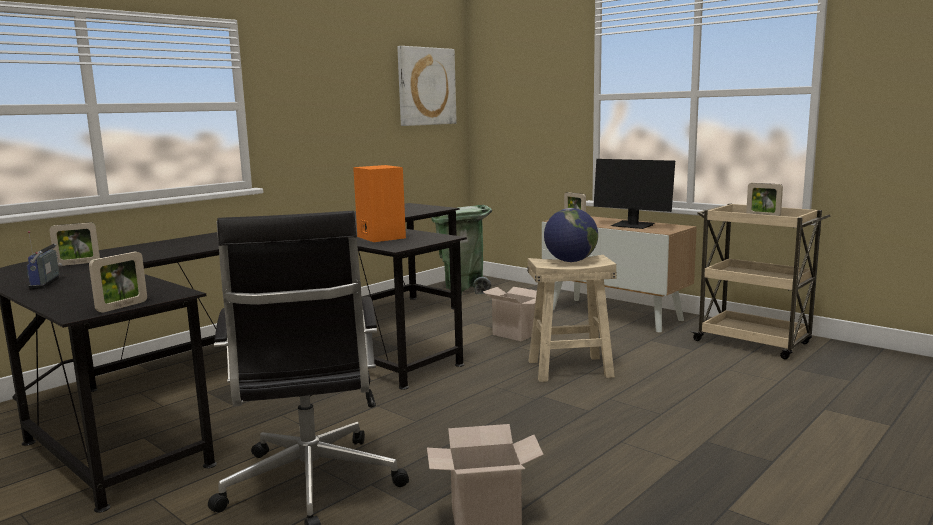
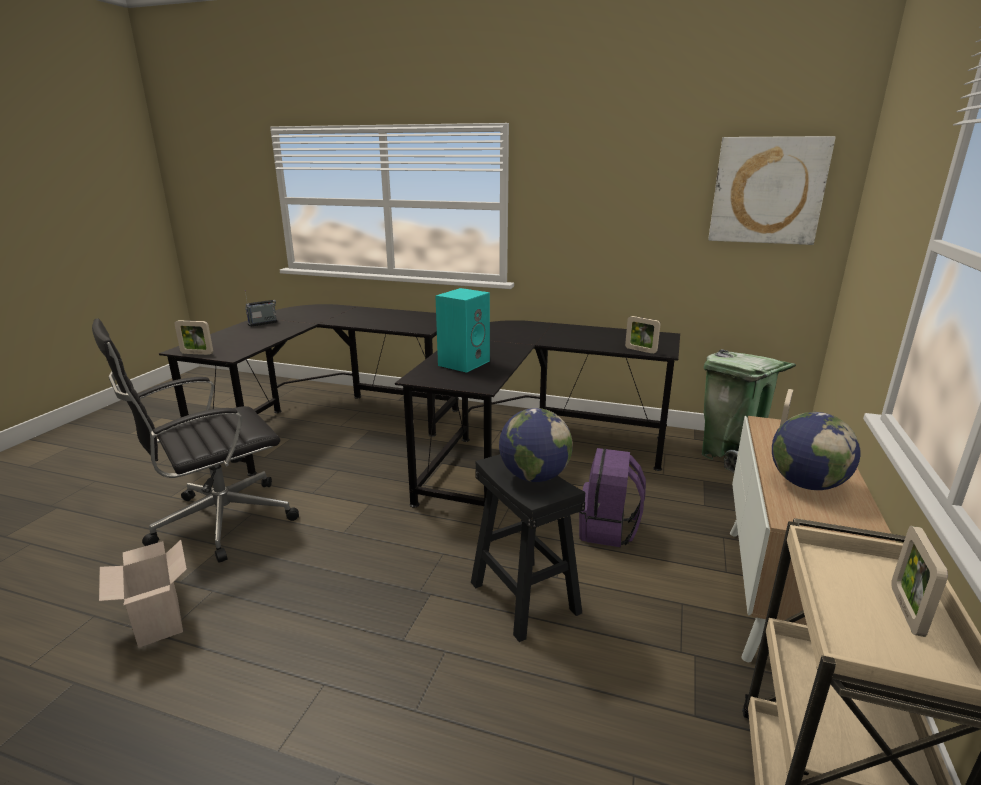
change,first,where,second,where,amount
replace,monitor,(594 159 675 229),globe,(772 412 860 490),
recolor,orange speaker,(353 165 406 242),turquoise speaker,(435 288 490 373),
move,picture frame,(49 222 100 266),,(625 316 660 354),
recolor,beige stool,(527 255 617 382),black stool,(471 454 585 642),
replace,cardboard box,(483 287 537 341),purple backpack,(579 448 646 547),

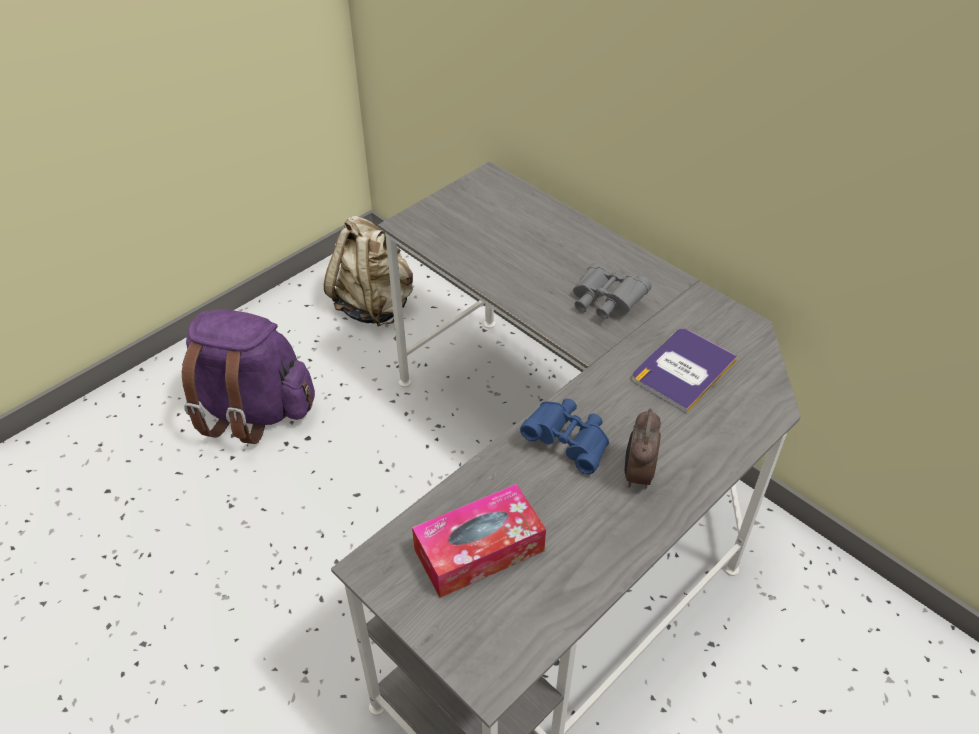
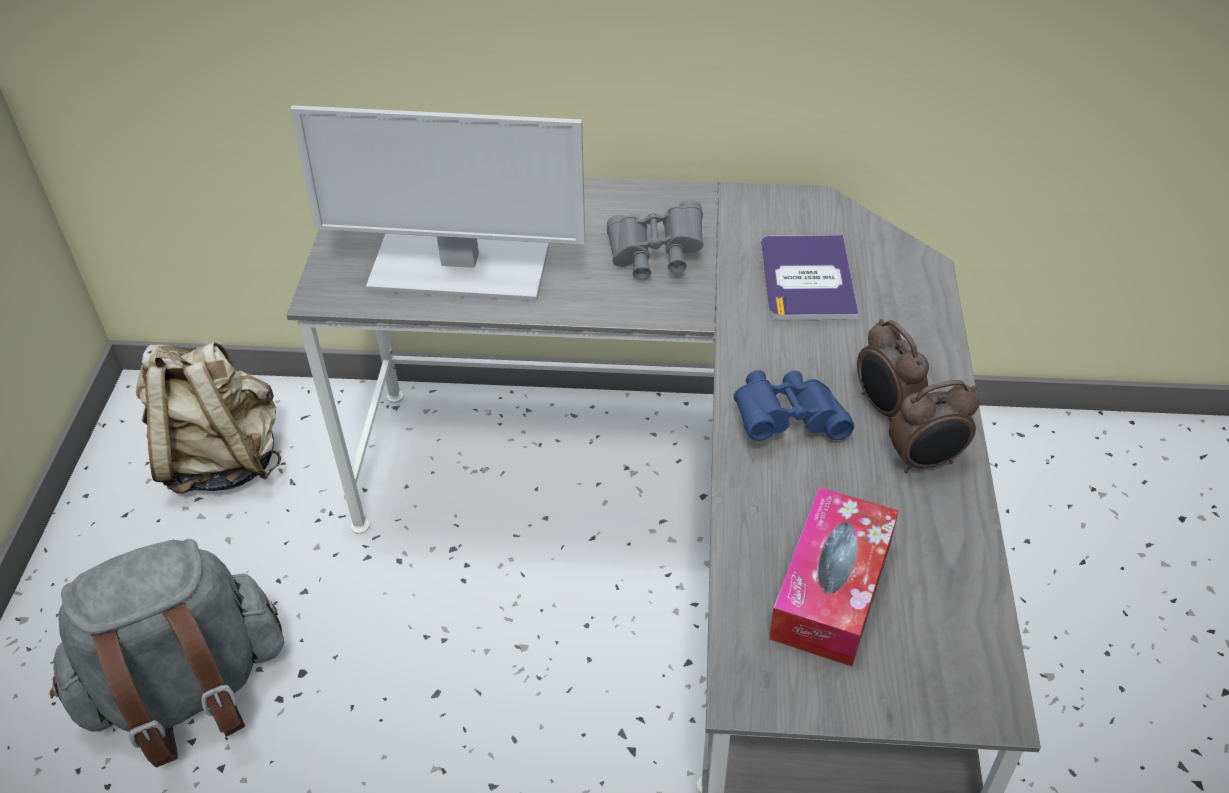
change,first,where,second,where,amount
recolor,purple backpack,(182 309 315 444),grey backpack,(50 539 284 767),
insert,,,monitor,(290 105 585 302),
insert,,,alarm clock,(889 380 980 473),

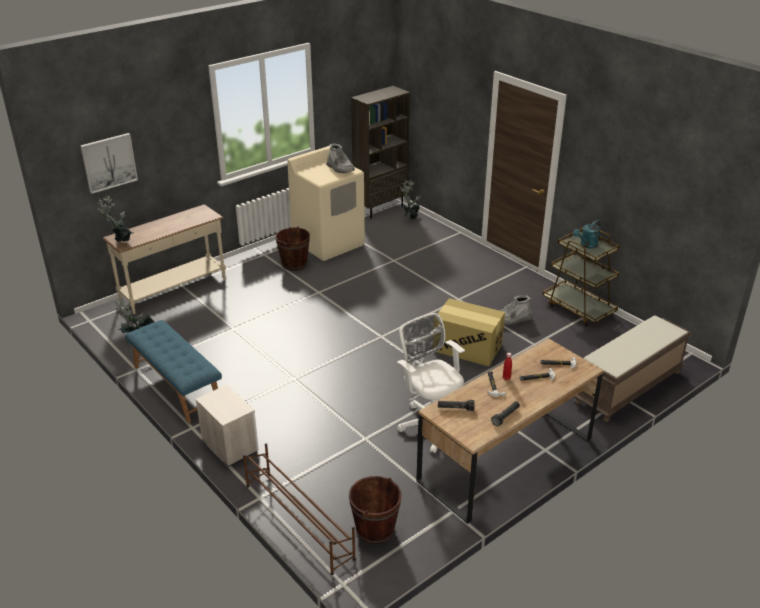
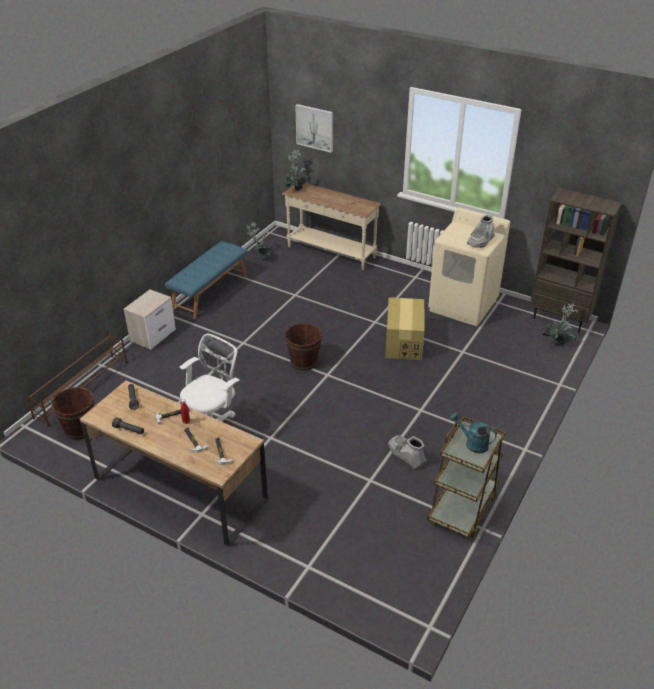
change,first,where,second,where,amount
move,brown bucket,(275 226 310 270),,(285 323 322 371),
move,cardboard box,(436 298 505 366),,(385 297 425 360),
delete,brown bench,(574 315 692 422),,,

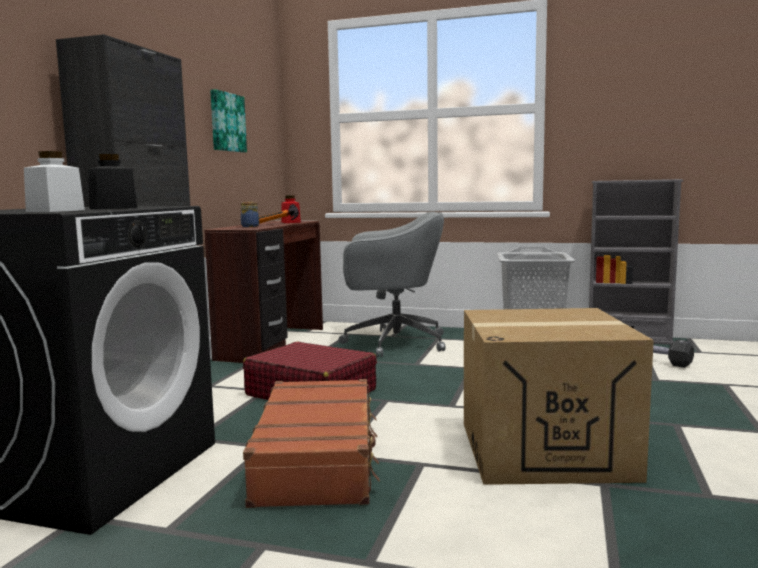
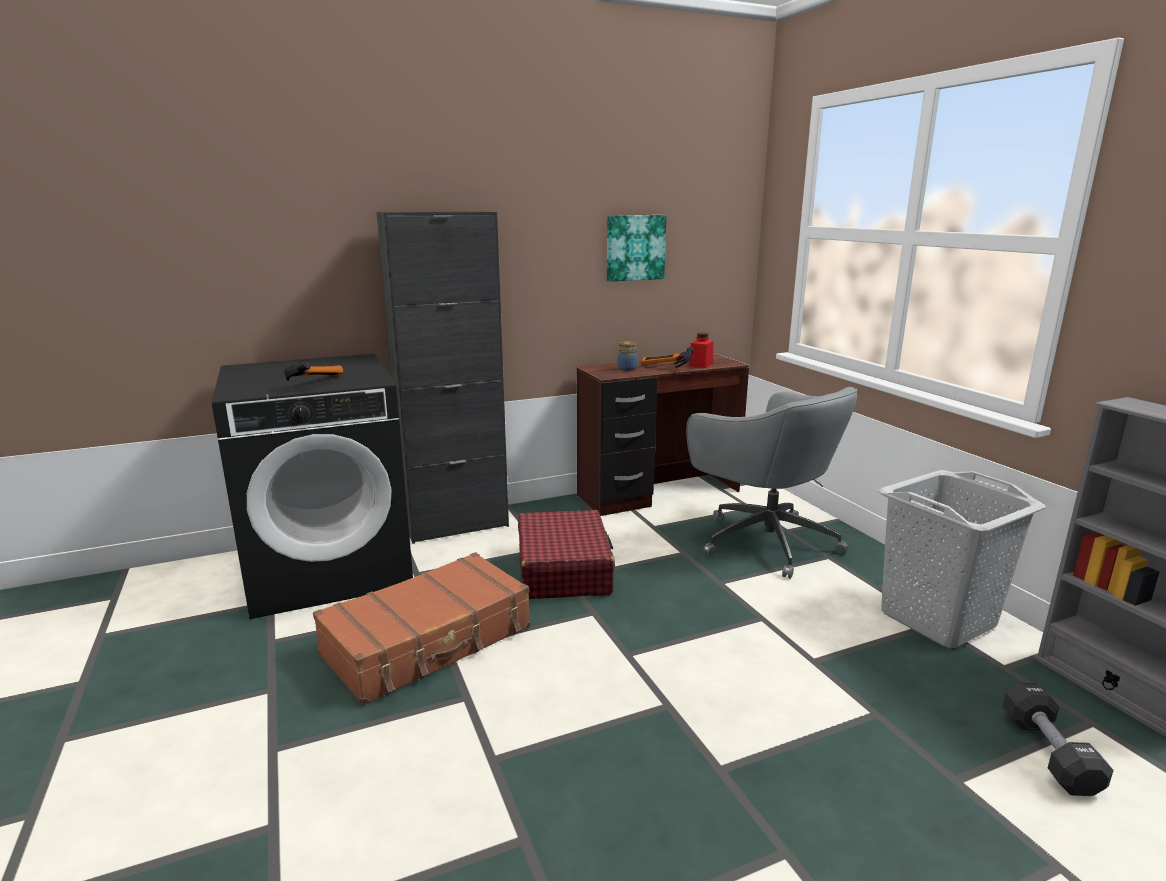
change,first,where,second,where,amount
delete,white jar,(24 151 85 212),,,
replace,black jar,(88 154 137 209),hammer,(284 361 344 381),
delete,cardboard box,(464 308 654 485),,,

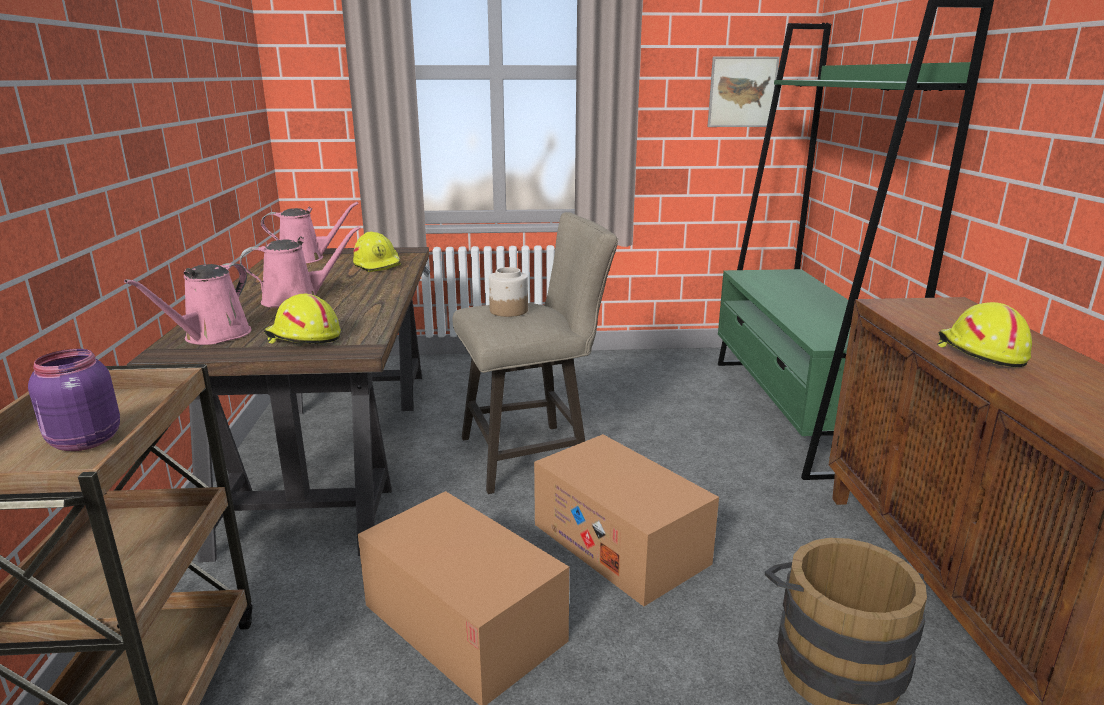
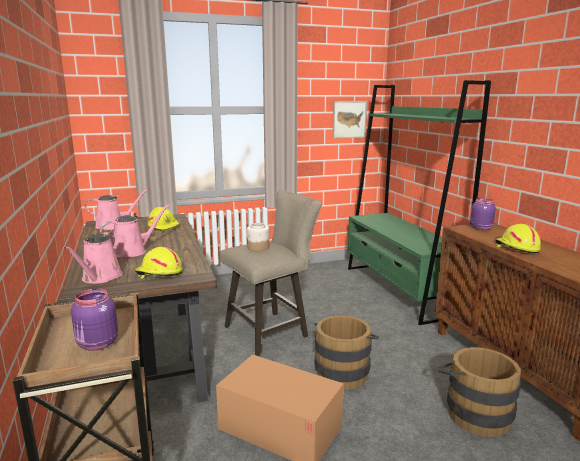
change,first,where,second,where,amount
replace,cardboard box,(534 434 719 607),brown bucket,(314 315 379 390),
insert,,,purple jar,(470 198 496 230),

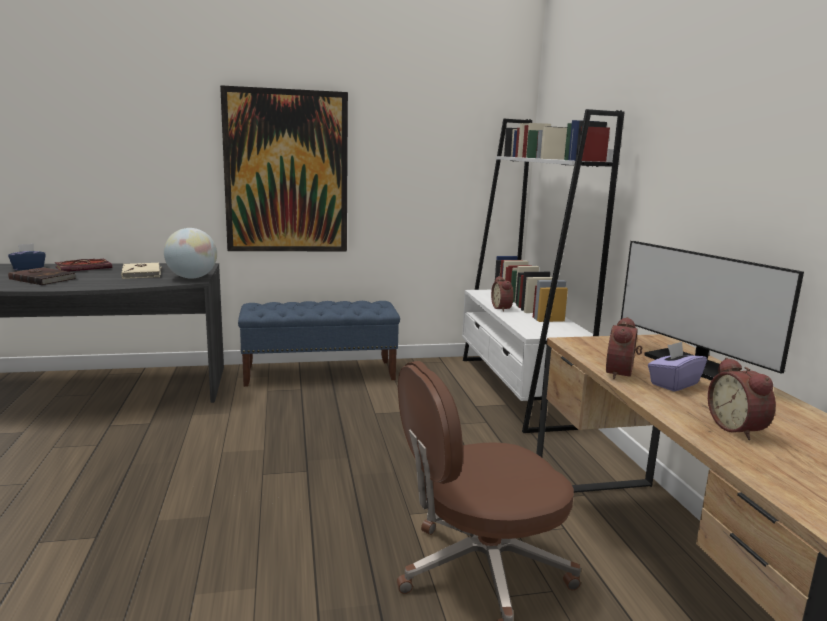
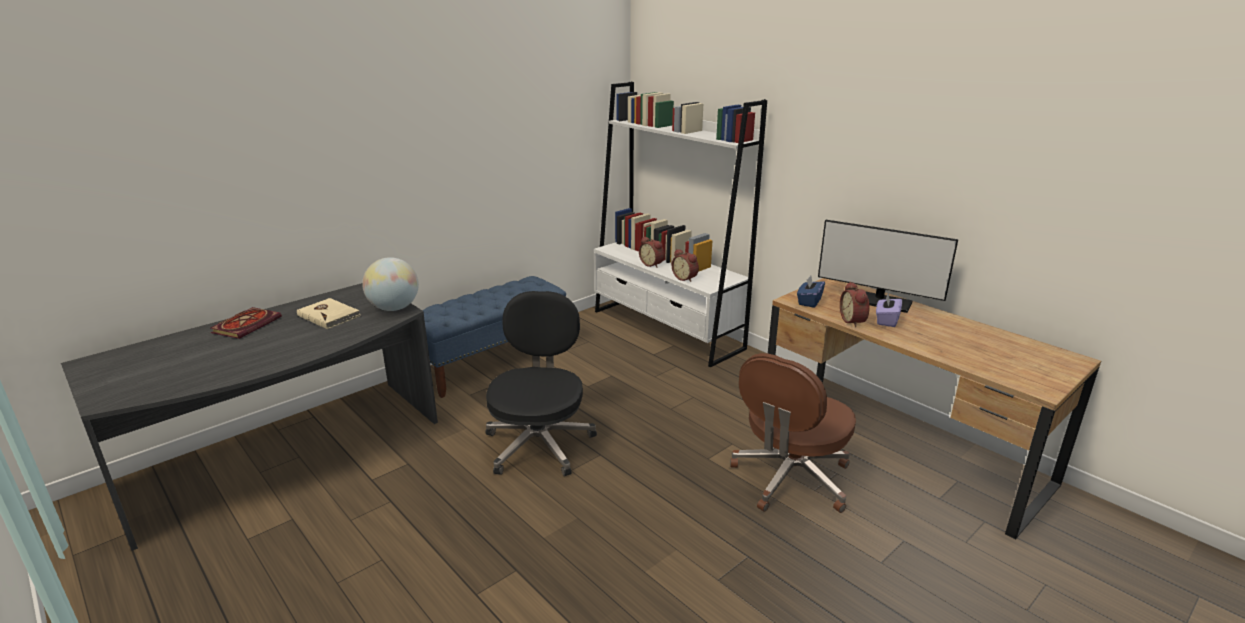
change,first,where,second,where,amount
delete,picture,(220 85 348 251),,,
move,blue tissue box,(8 244 46 270),,(797 276 825 308),
delete,brown book,(8 267 76 285),,,
move,alarm clock,(708 357 776 440),,(672 249 699 282),
insert,,,black office chair,(485 291 597 476),

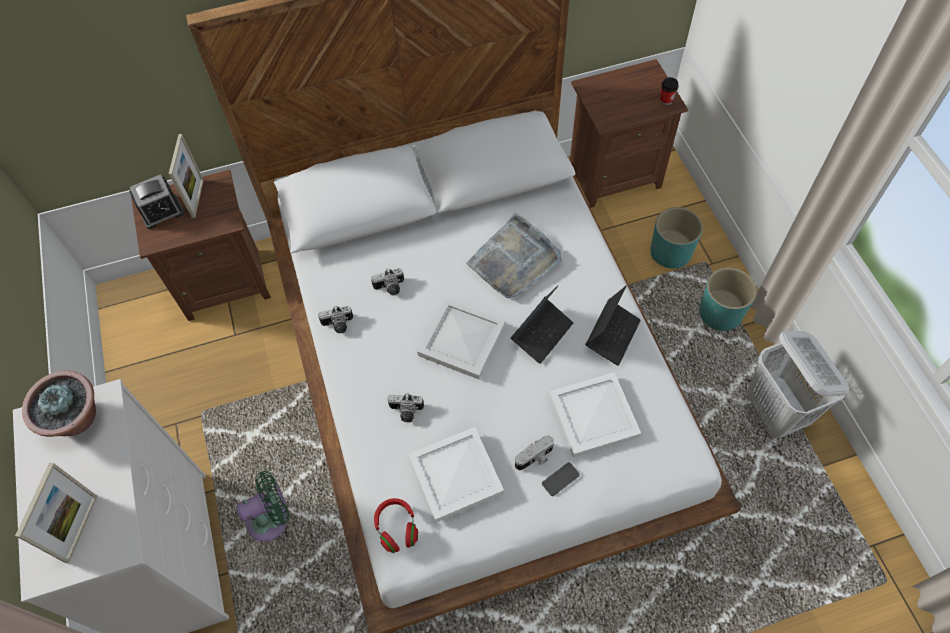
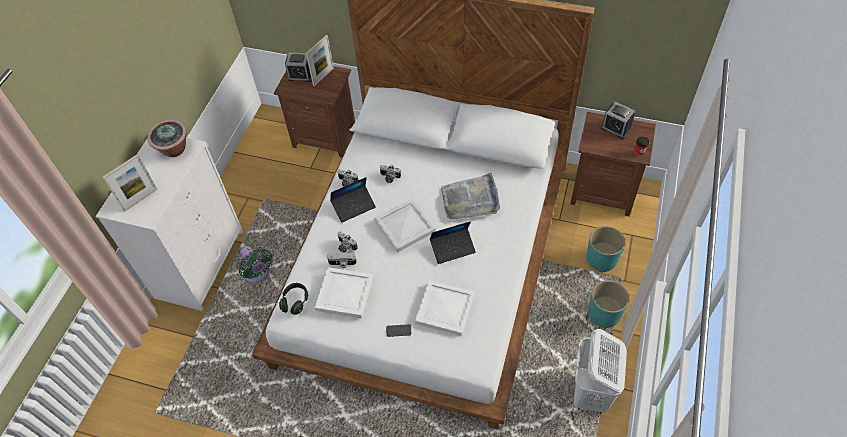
change,first,where,second,where,amount
move,laptop,(585 286 641 366),,(330 177 376 223),
move,photo camera,(515 435 554 470),,(327 252 357 268),
rotate,green fan,(236 471 290 541),,(239 246 273 283),45 degrees clockwise
recolor,red headphones,(374 498 418 553),black headphones,(279 283 308 315),
insert,,,alarm clock,(601 102 635 139),

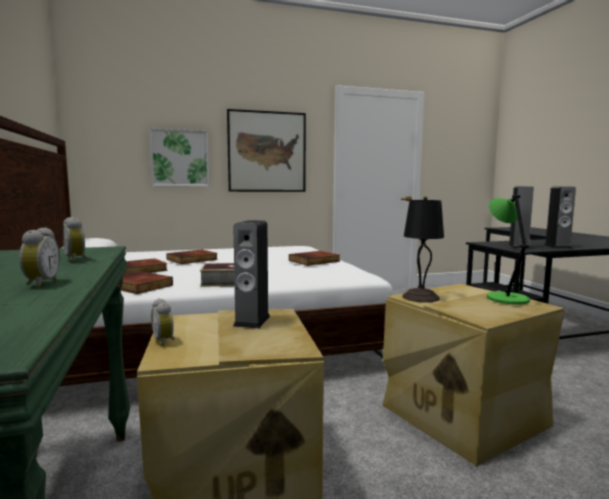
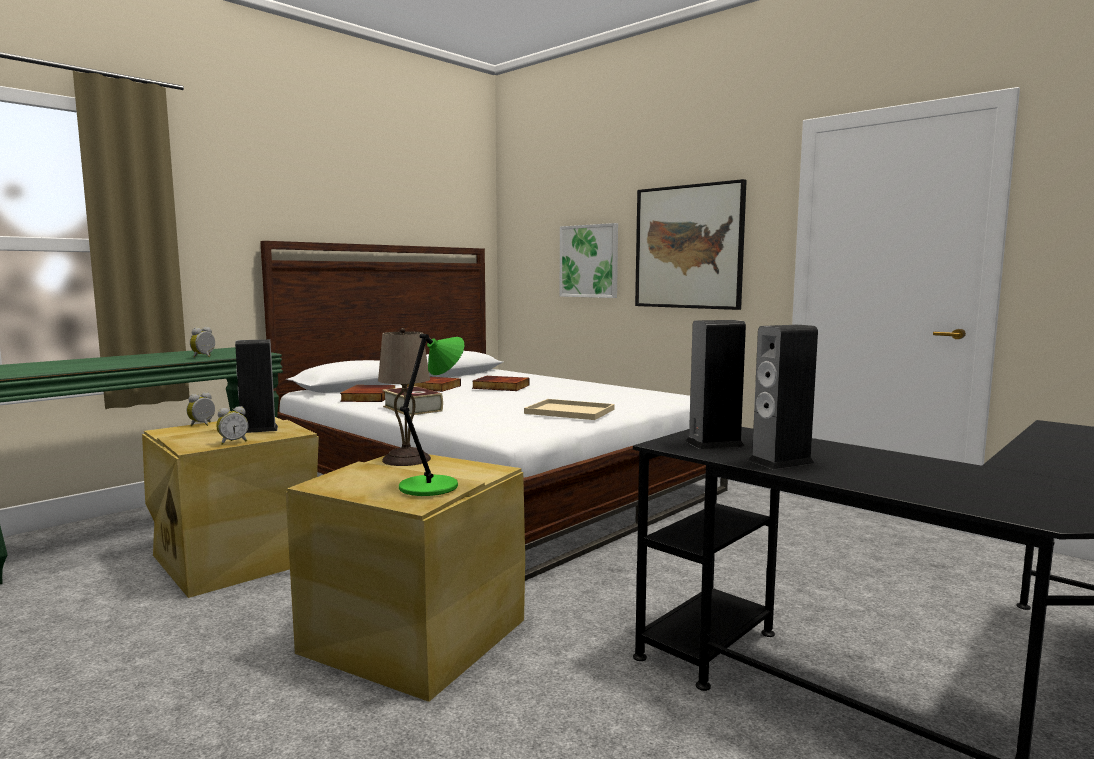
change,first,where,second,where,amount
recolor,black table lamp,(402 196 444 302),beige table lamp,(378 328 431 466),
move,alarm clock,(19 227 60 288),,(216 406 248 445),
replace,book,(289 251 340 266),beige tray,(524 399 615 420),

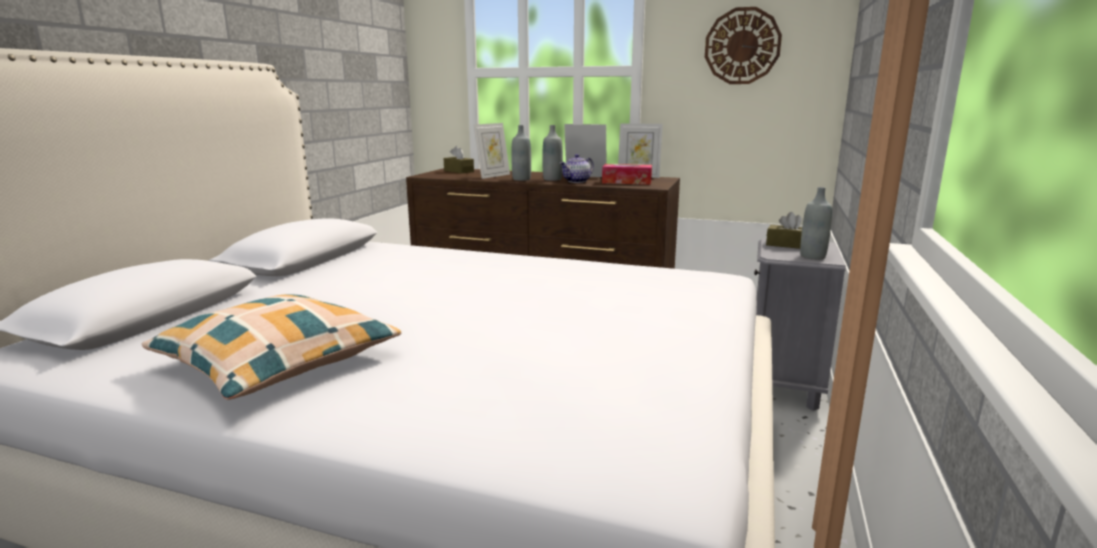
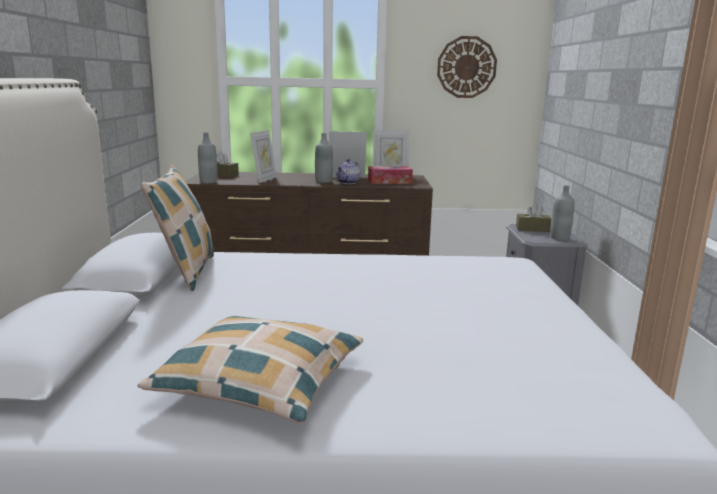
change,first,where,second,where,amount
move,grey bottle,(511 125 531 181),,(198 132 217 183),
insert,,,pillow,(141 165 214 291),

